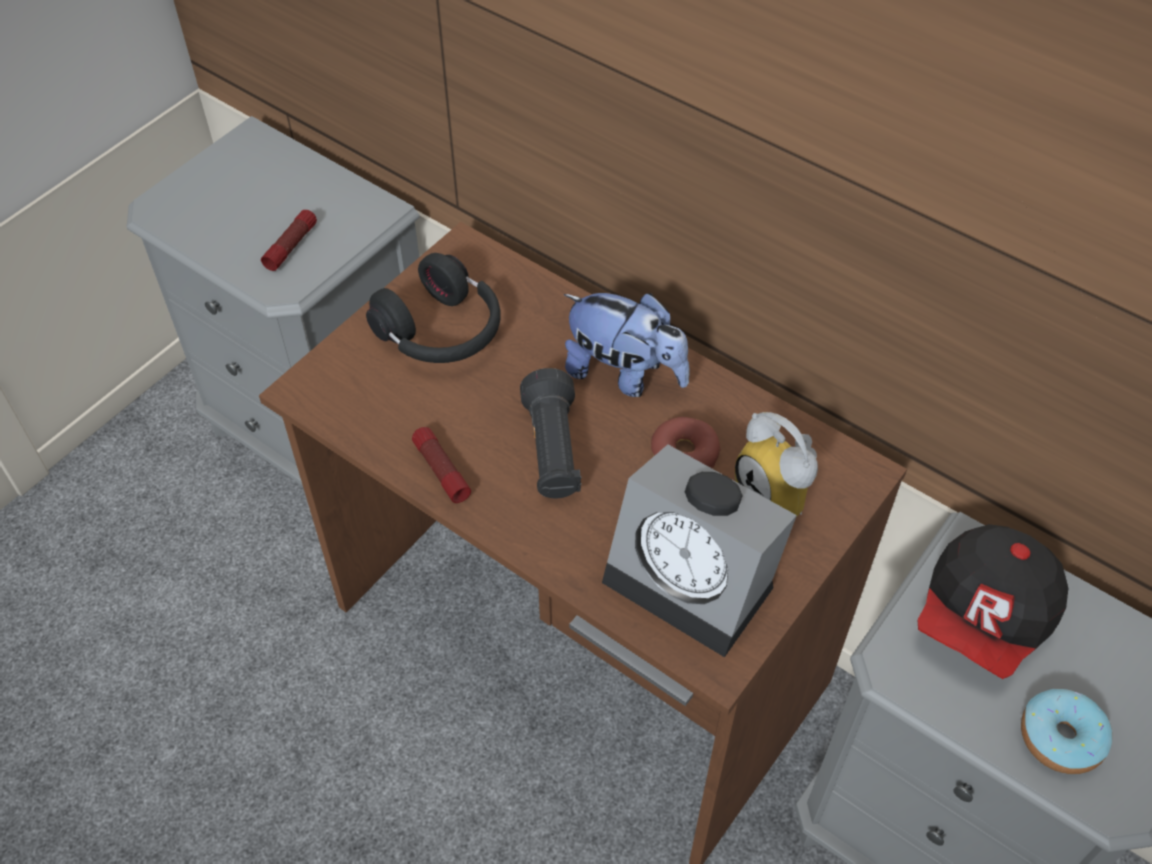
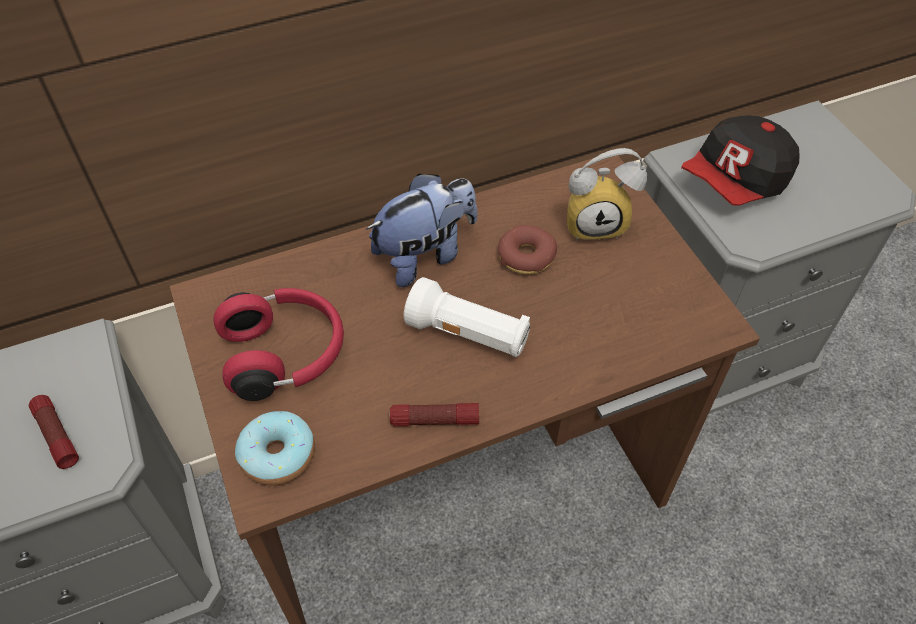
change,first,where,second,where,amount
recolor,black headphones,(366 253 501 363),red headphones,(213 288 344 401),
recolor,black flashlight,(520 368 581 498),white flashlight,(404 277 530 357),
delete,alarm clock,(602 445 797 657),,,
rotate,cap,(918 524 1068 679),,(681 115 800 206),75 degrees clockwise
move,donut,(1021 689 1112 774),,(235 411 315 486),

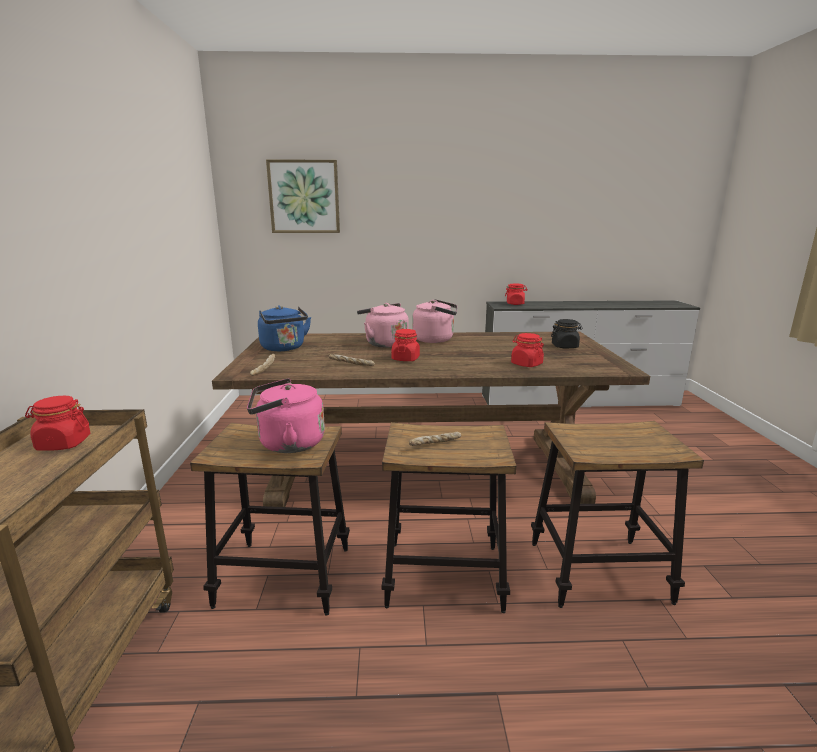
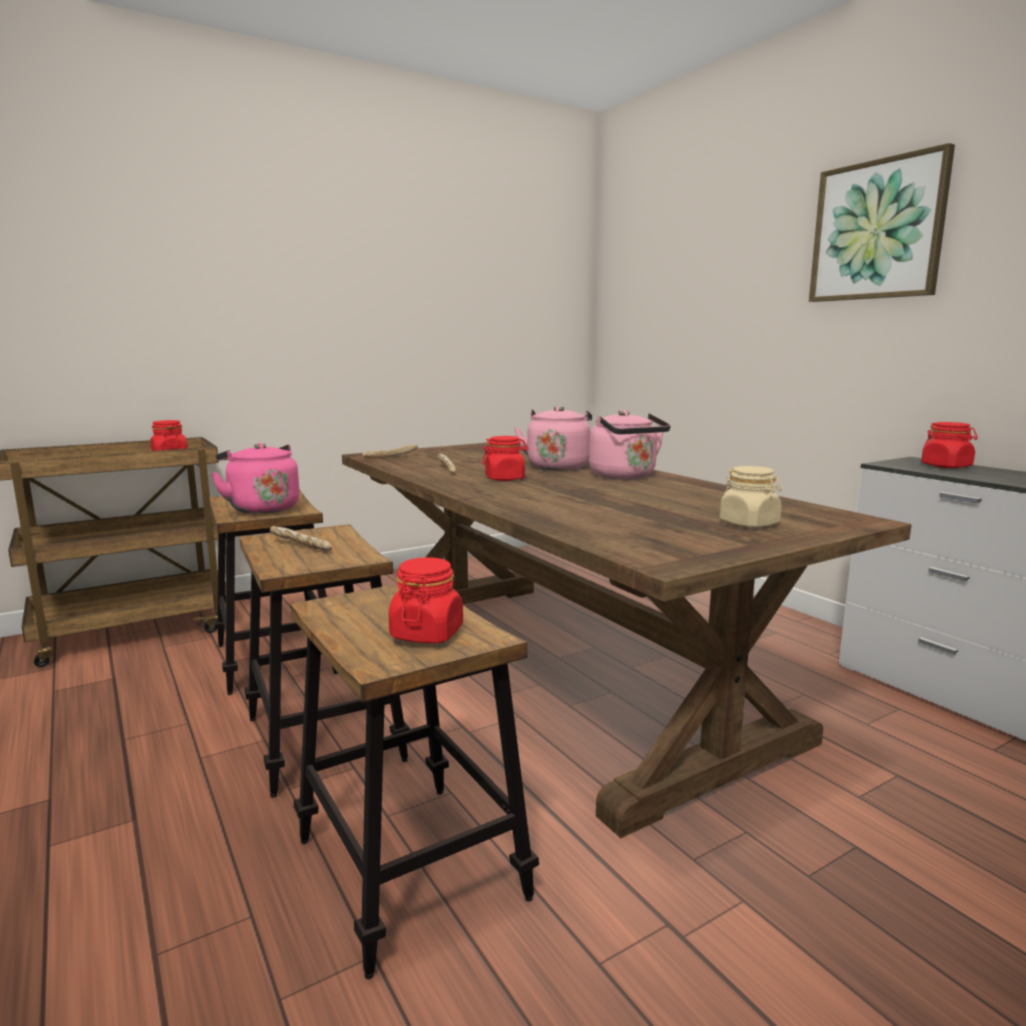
change,first,where,second,where,amount
move,picture,(266 160 340 233),,(809 143 955 302),
delete,blue kettle,(258 305 311 351),,,
recolor,black jar,(551 319 583 349),beige jar,(719 466 782 528),
move,red jar,(511 333 544 367),,(389 557 463 643),

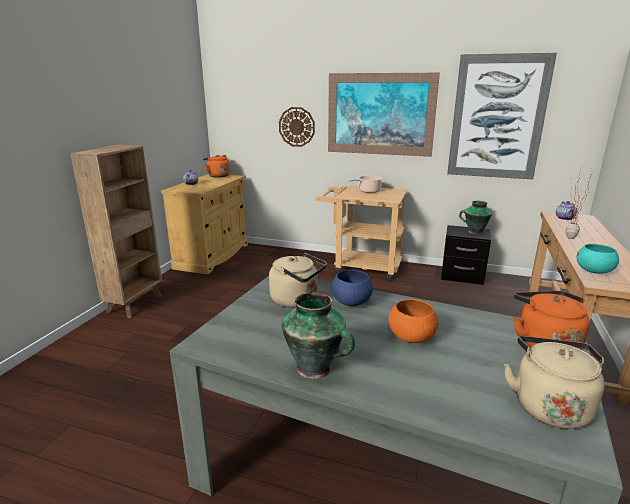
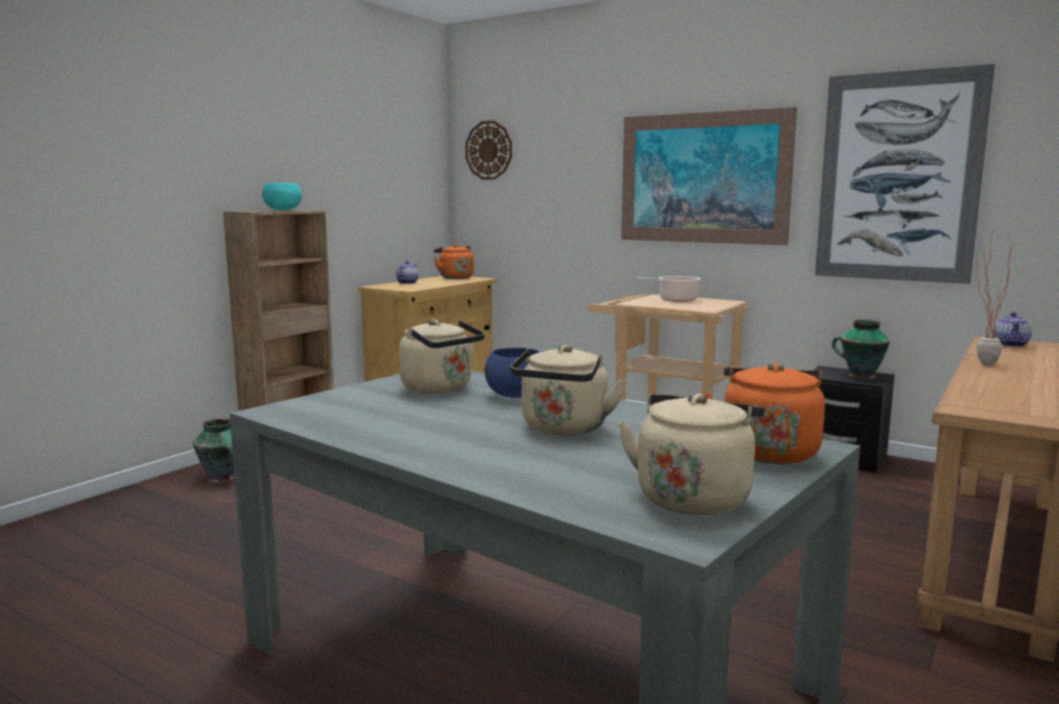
change,first,where,second,where,amount
move,wall clock,(279 107 315 147),,(465 121 512 180),
move,turquoise bowl,(577 244 619 274),,(262 183 302 210),
move,vase,(282 292 355 379),,(193 419 235 483),
replace,orange bowl,(389 299 439 343),beige kettle,(510 345 626 435),

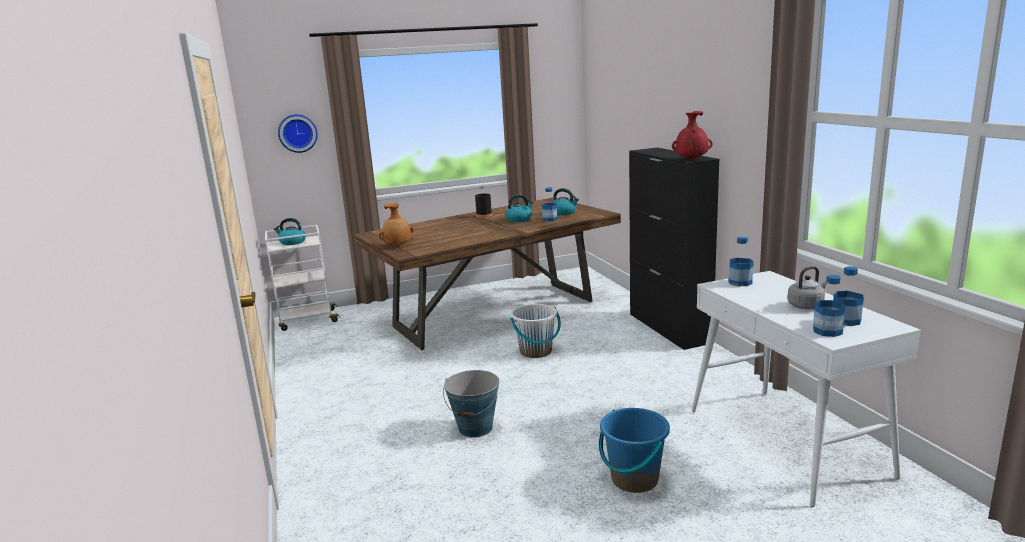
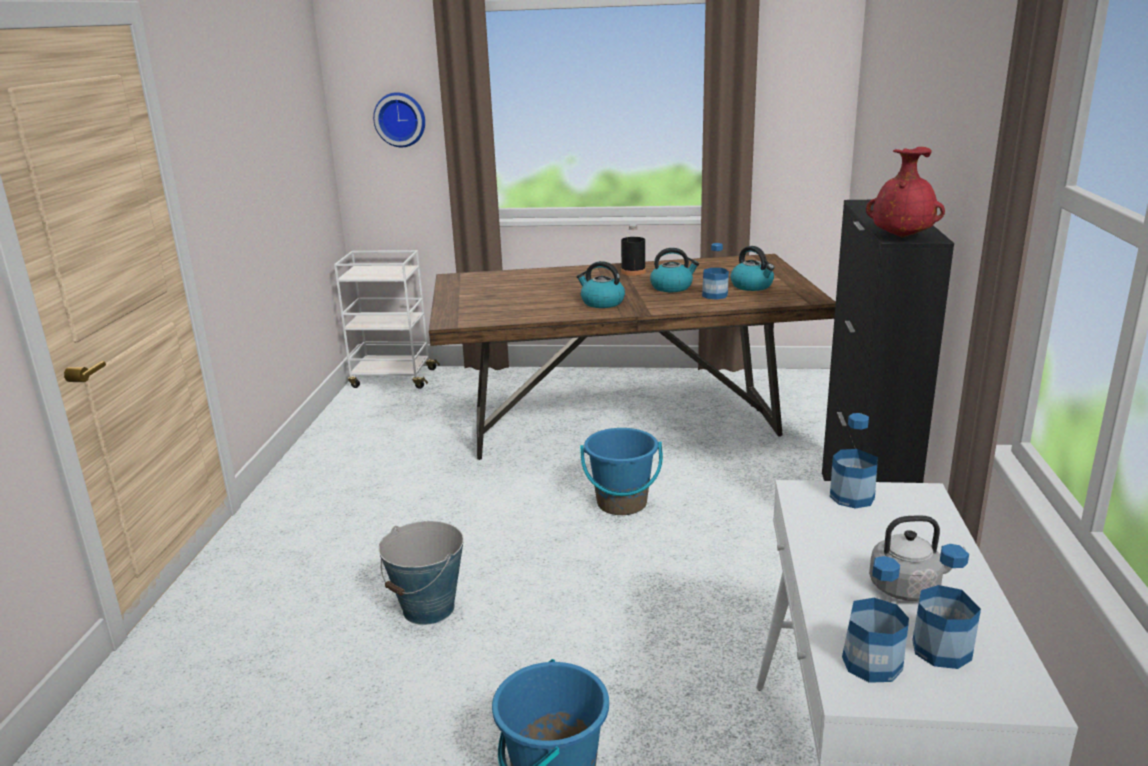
change,first,where,second,where,amount
delete,brown vase,(379 203 414 246),,,
move,kettle,(274 218 306 245),,(576 261 625 308),
recolor,white bucket,(510 304 561 358),blue bucket,(580 428 663 515),

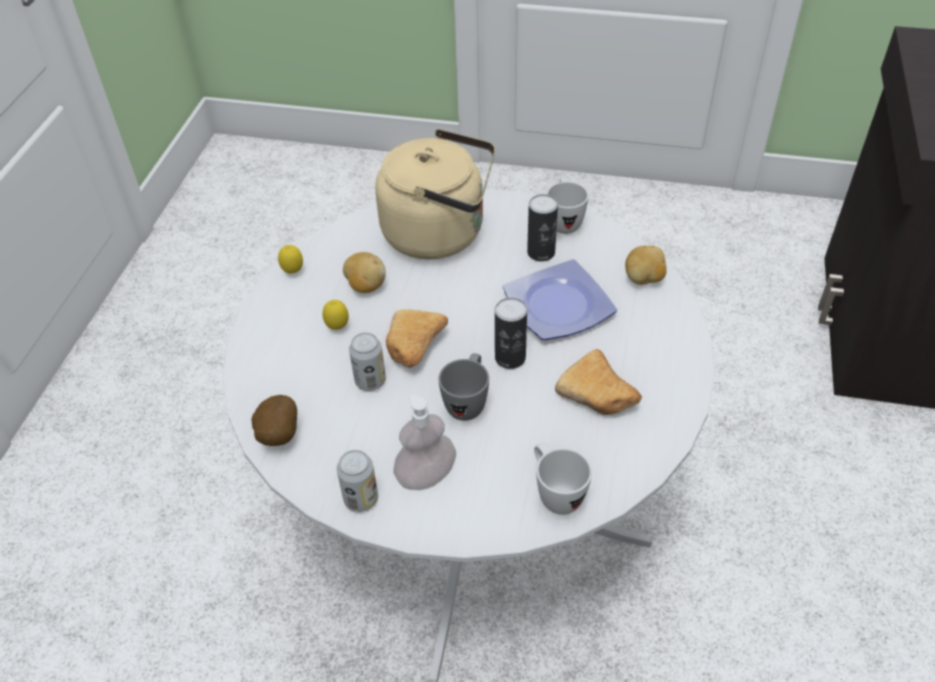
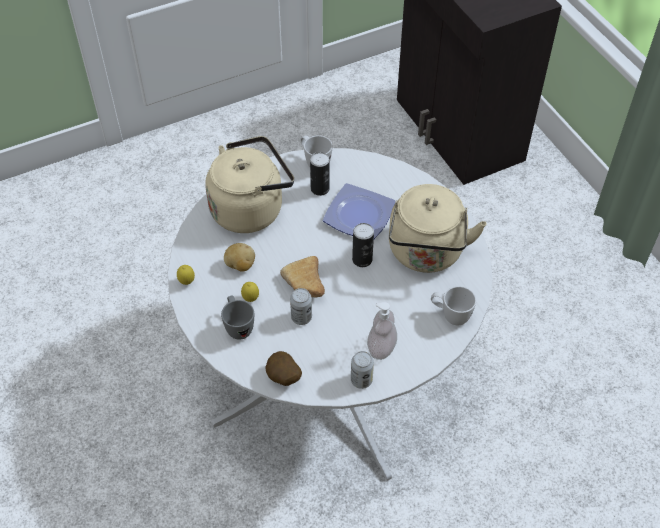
change,first,where,second,where,amount
delete,potato,(625 245 667 285),,,
replace,bread,(555 349 642 415),beige kettle,(389 184 487 273),
move,grey mug,(438 353 489 421),,(221 296 254 340),

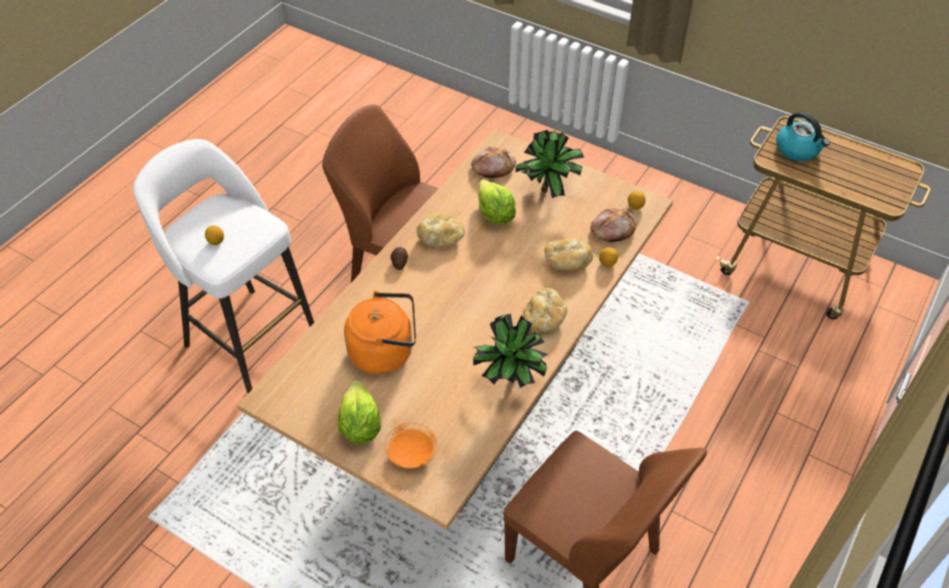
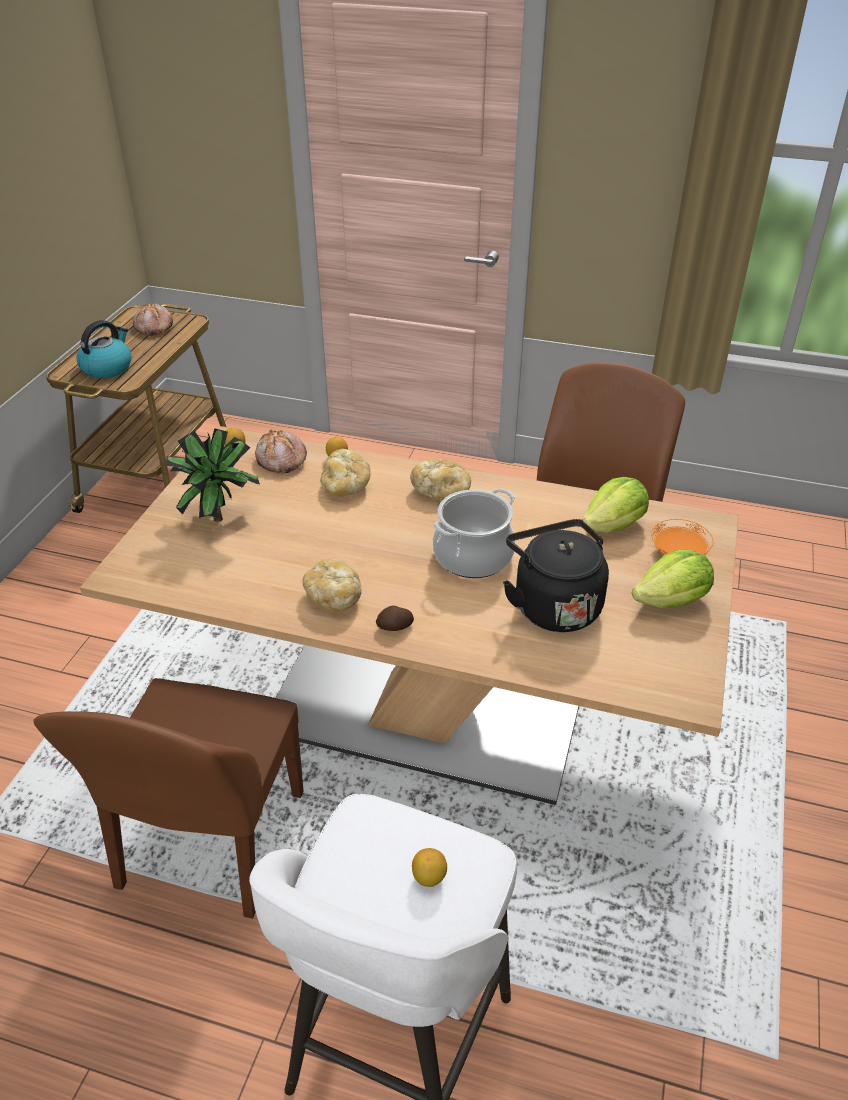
change,first,where,second,where,amount
move,bread,(471 147 516 178),,(133 302 173 336),
move,lettuce,(478 179 516 225),,(582 477 649 533),
recolor,orange kettle,(344 291 416 374),black kettle,(503 519 609 632),
delete,potted plant,(473 314 548 388),,,
insert,,,cooking pot,(433 488 515 578),

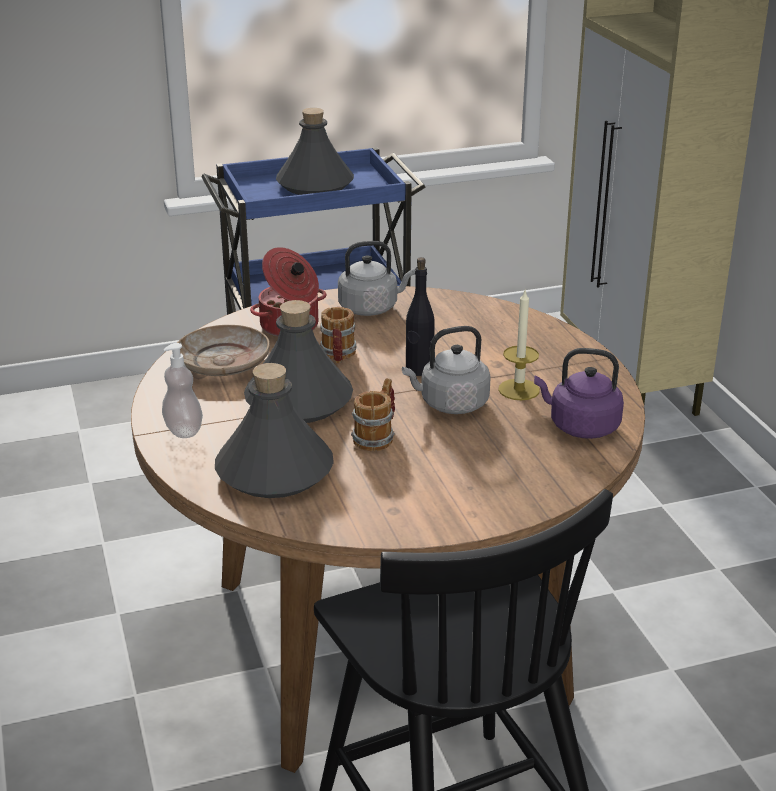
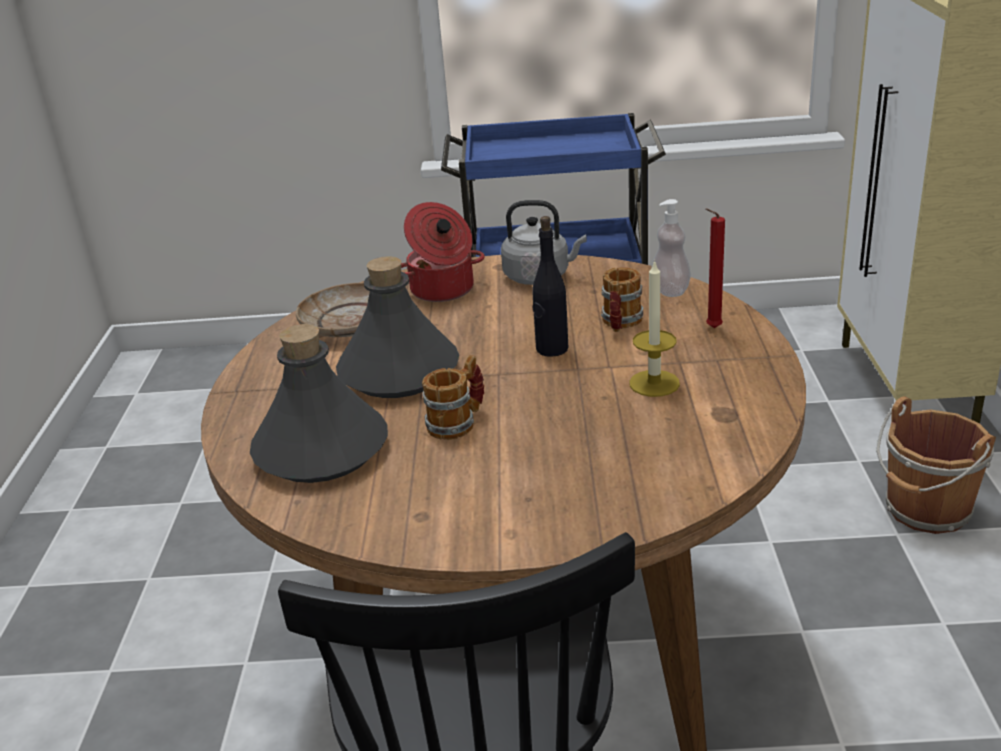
change,first,where,second,where,amount
delete,grey bottle,(276 108 354 195),,,
move,mug,(320 307 356 363),,(601 267 643 332),
delete,grey kettle,(402 326 491 414),,,
move,soap dispenser,(162 343 203 438),,(651 199 691 297),
delete,purple kettle,(534 348 624 439),,,
insert,,,red candle,(706 208 725 328),
insert,,,brown bucket,(876 396 996 534),

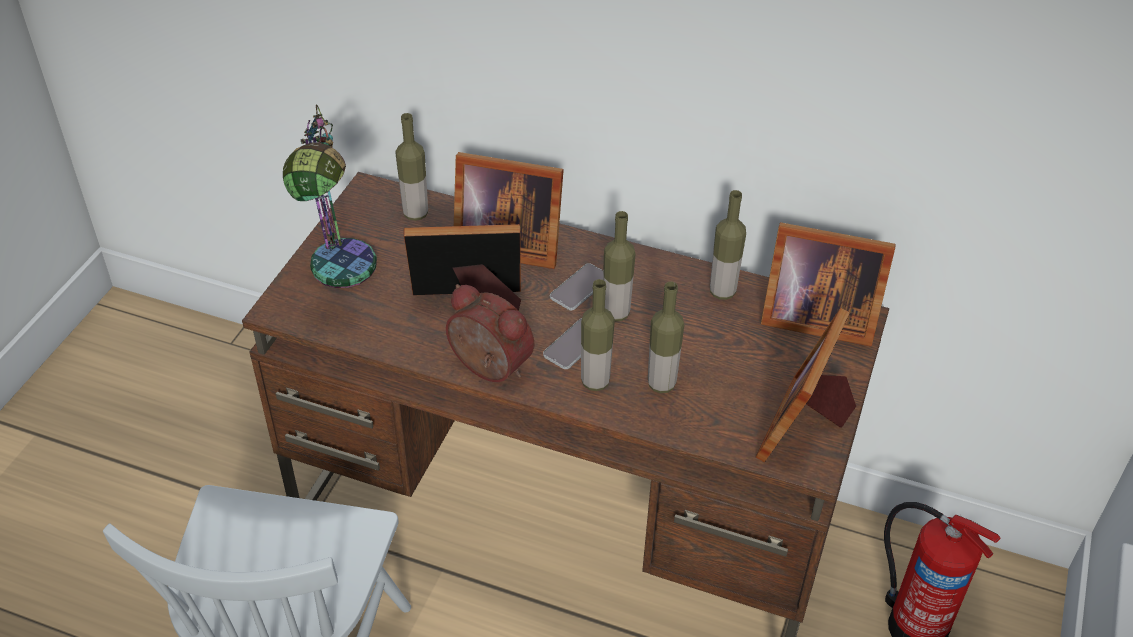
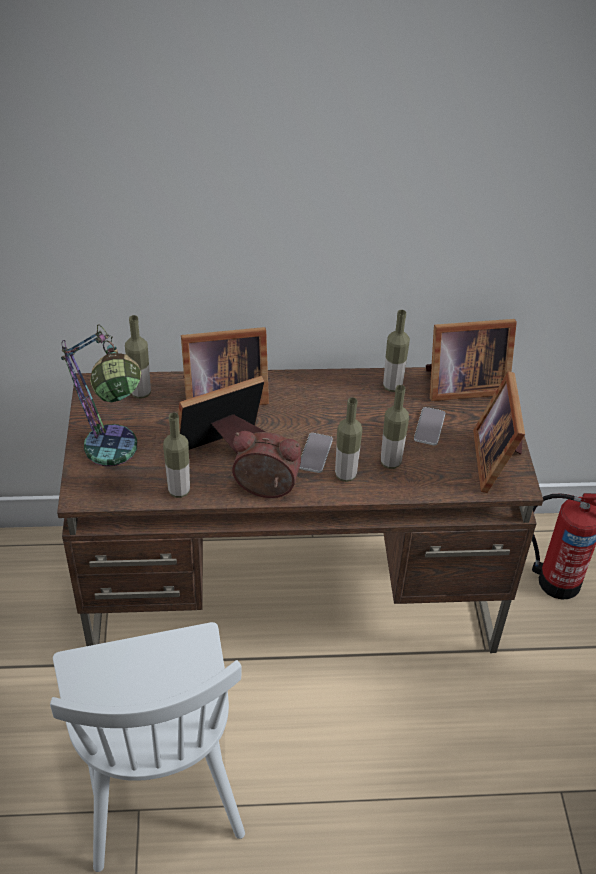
change,first,where,second,where,amount
move,bottle,(603 211 636 321),,(163 412 190 498),
move,phone,(550 263 603 310),,(414 407 445 445),

